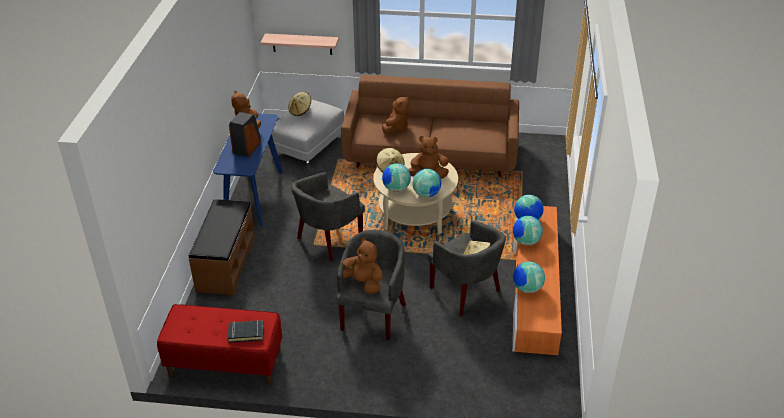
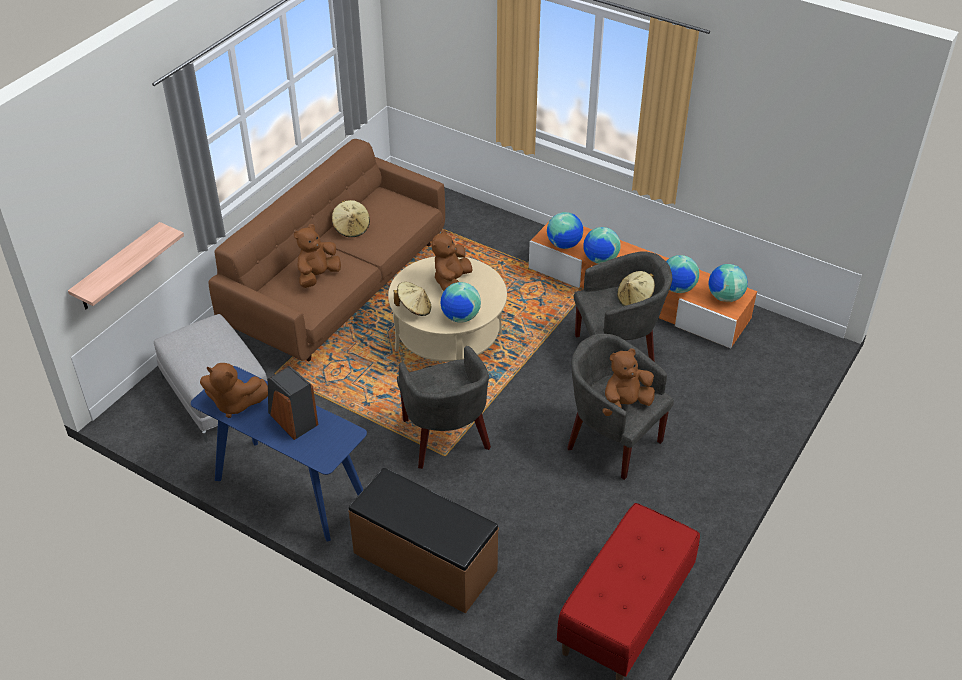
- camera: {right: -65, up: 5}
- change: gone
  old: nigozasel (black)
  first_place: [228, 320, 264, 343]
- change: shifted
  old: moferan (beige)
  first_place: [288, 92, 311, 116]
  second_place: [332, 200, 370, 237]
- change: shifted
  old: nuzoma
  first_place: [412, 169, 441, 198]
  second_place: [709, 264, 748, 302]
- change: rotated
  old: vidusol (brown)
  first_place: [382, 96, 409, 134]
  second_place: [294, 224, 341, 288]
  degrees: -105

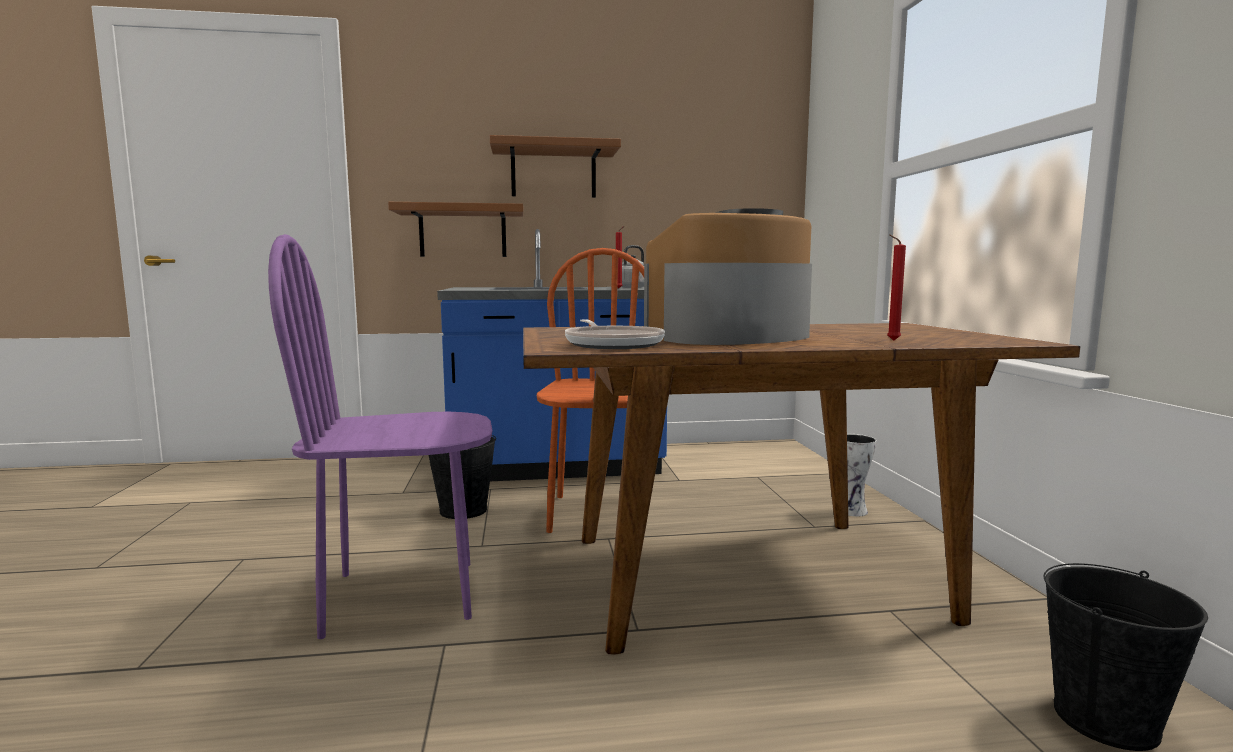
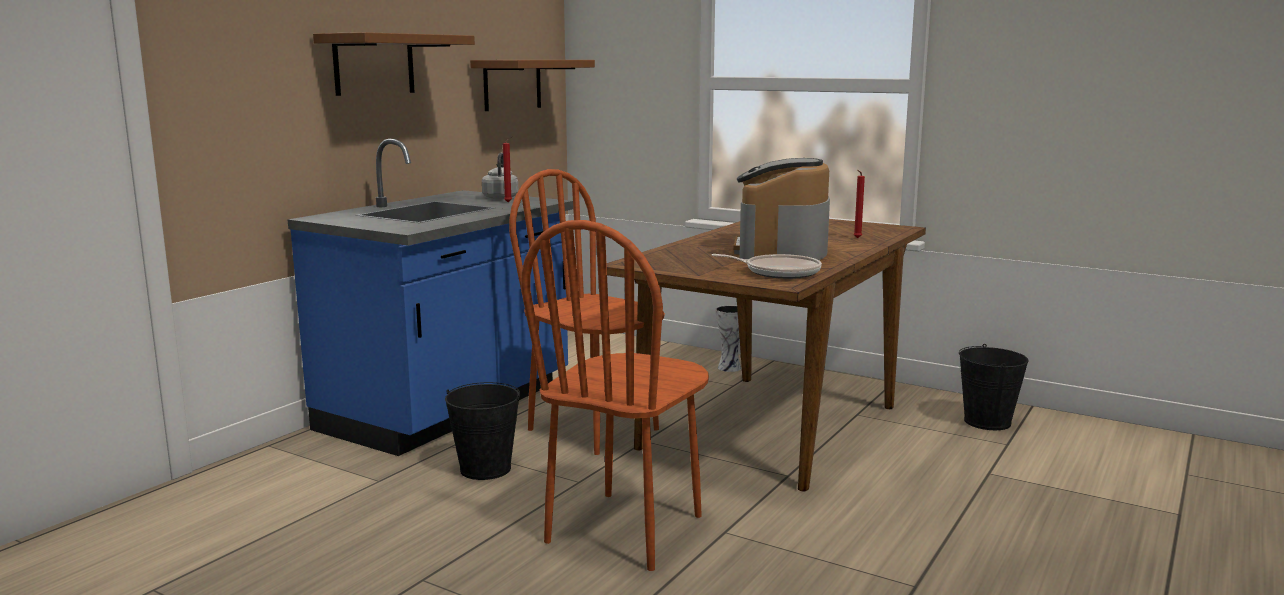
- camera: {right: -50, up: 5}
- change: shifted
  old: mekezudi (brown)
  first_place: [388, 202, 523, 257]
  second_place: [470, 60, 595, 111]
- change: repainted
  old: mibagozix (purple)
  new: mibagozix (brown)
  first_place: [268, 234, 492, 639]
  second_place: [521, 220, 709, 571]

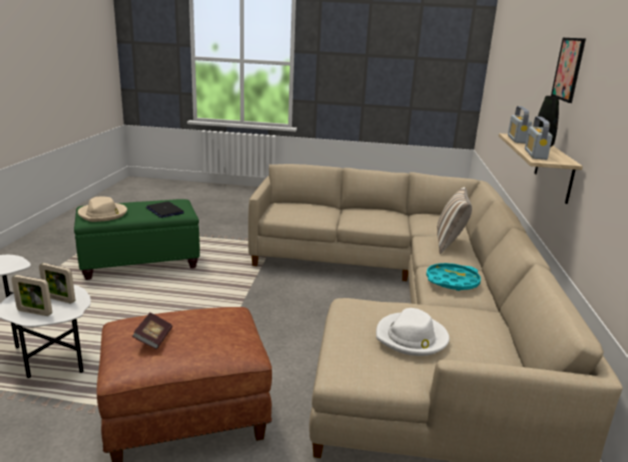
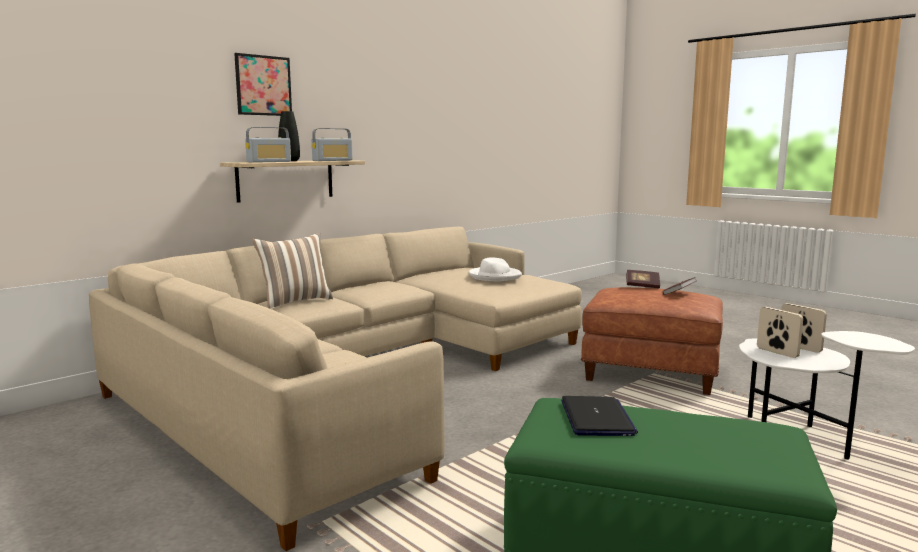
- camera: {right: -140, up: -10}
- change: gone
  old: moferan (beige)
  first_place: [78, 197, 127, 222]
- change: gone
  old: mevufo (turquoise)
  first_place: [426, 263, 481, 291]
- change: new
  new: nigozasel
  second_place: [626, 270, 660, 288]

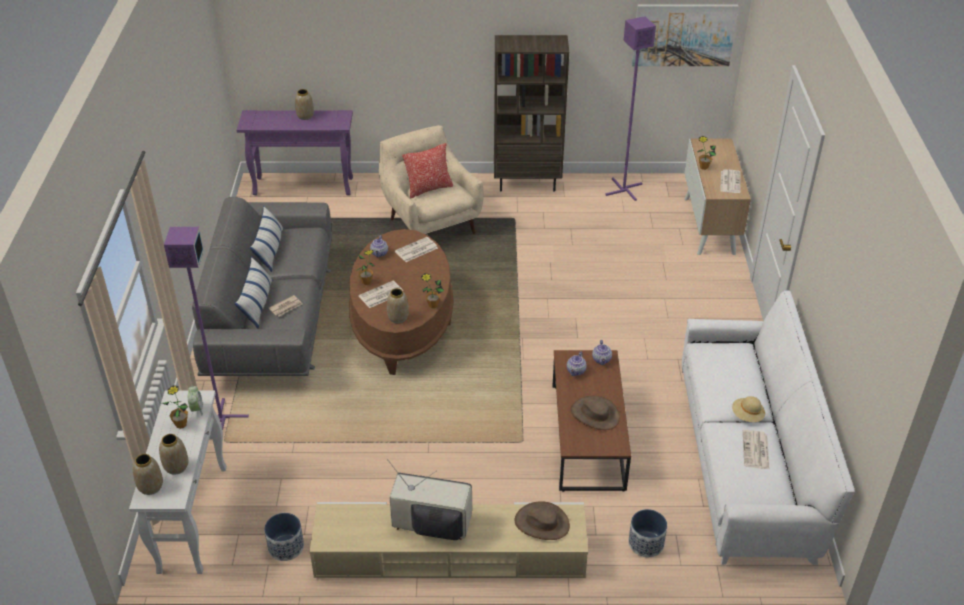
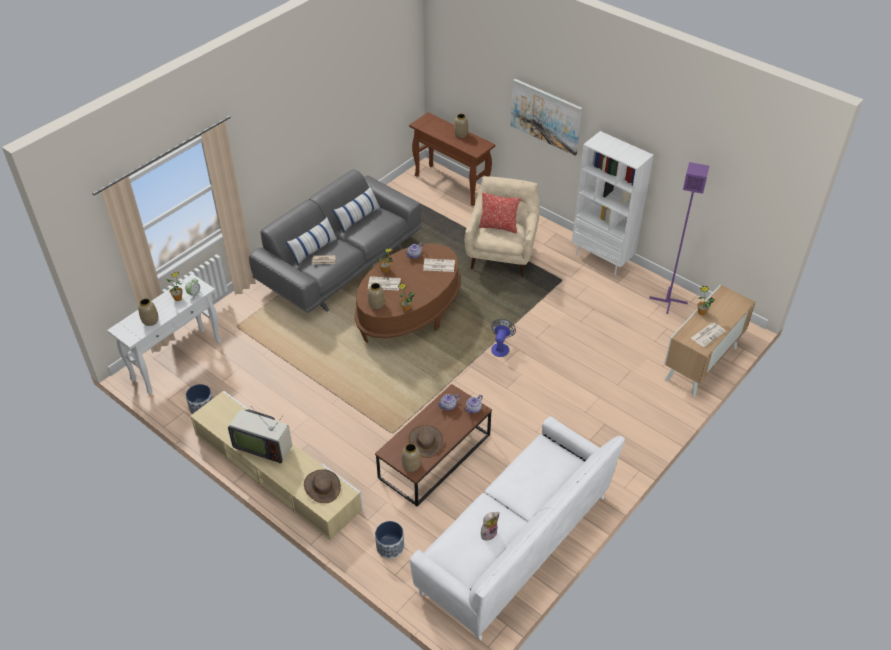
- camera: {right: 40, up: 5}
- change: gone
  old: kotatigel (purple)
  first_place: [164, 227, 249, 431]
- change: gone
  old: moferan (beige)
  first_place: [732, 396, 765, 422]
- change: new
  new: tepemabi
  second_place: [491, 319, 516, 357]
- change: shifted
  old: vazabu
  first_place: [133, 454, 163, 495]
  second_place: [402, 443, 421, 472]
- change: shifted
  old: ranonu
  first_place: [632, 4, 739, 66]
  second_place: [511, 79, 582, 156]
- change: swapped
  old: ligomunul
  new: vidusol
  first_place: [743, 430, 769, 469]
  second_place: [481, 512, 500, 542]
- change: repainted
  old: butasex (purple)
  new: butasex (brown)
  first_place: [237, 110, 353, 195]
  second_place: [409, 112, 495, 206]
- change: repainted
  old: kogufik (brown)
  new: kogufik (white)
  first_place: [494, 35, 569, 191]
  second_place: [572, 131, 654, 275]
- change: rotated
  old: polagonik
  first_place: [387, 459, 472, 540]
  second_place: [228, 409, 292, 463]
  degrees: 150

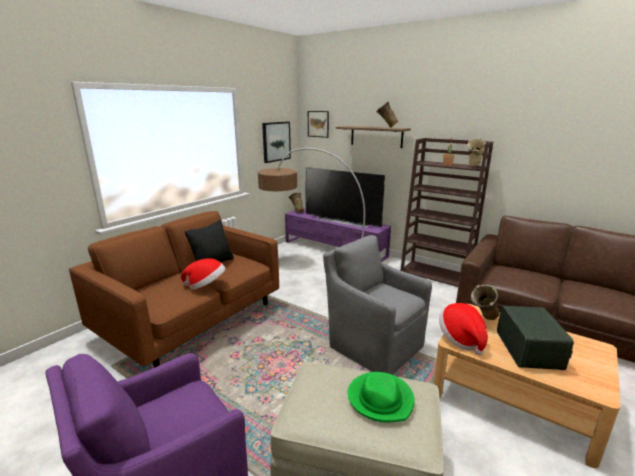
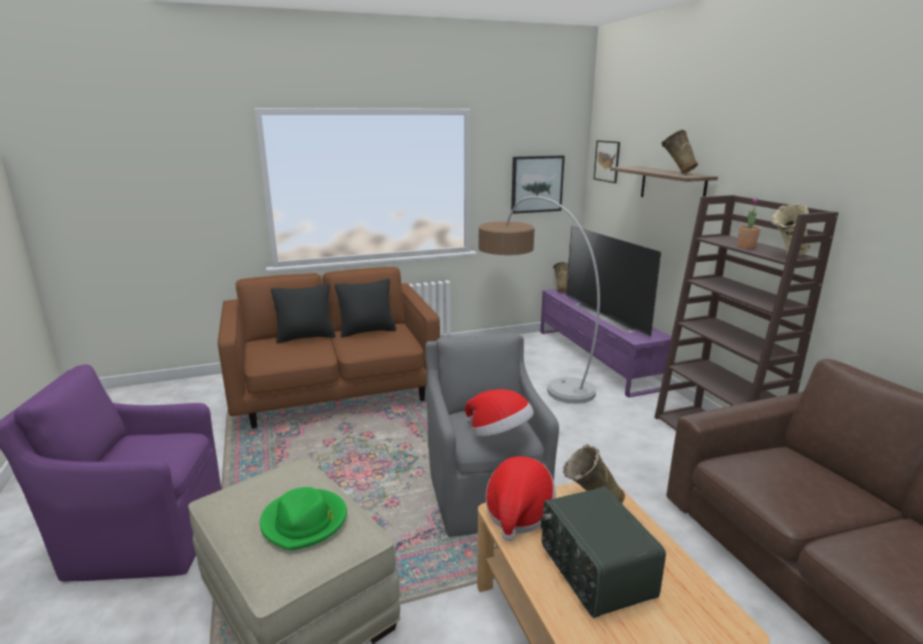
- camera: {right: 35, up: 0}
- change: new
  new: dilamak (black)
  second_place: [271, 283, 336, 343]
- change: shifted
  old: moferan
  first_place: [181, 258, 225, 290]
  second_place: [465, 389, 534, 437]
- change: rotated
  old: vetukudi
  first_place: [497, 305, 574, 370]
  second_place: [541, 487, 666, 618]
  degrees: 120

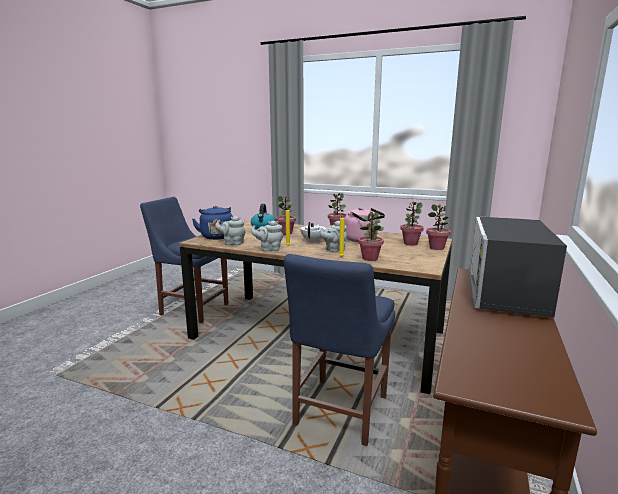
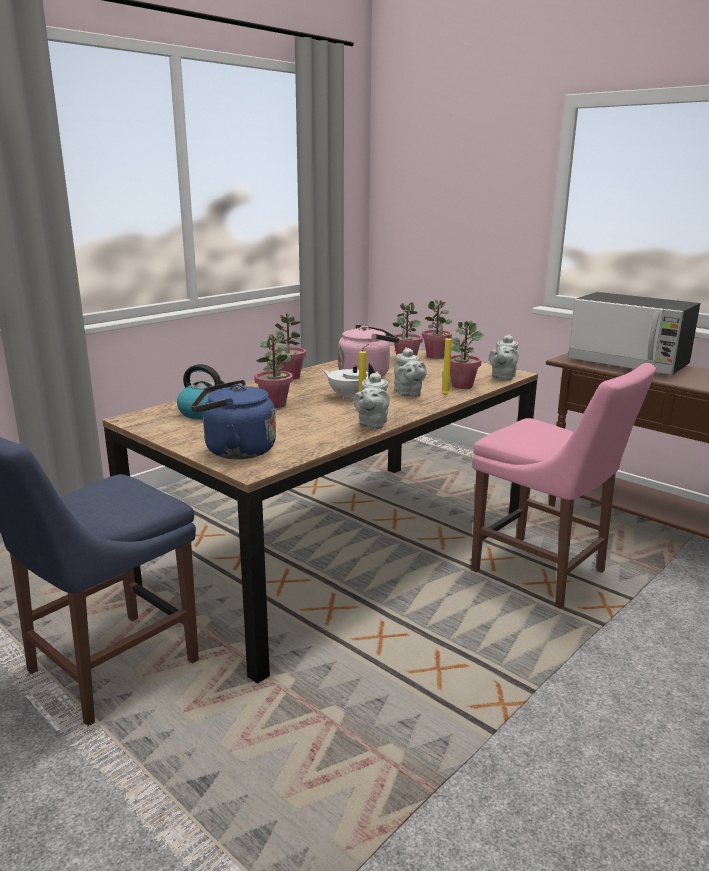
- camera: {right: -70, up: 5}
- change: shifted
  old: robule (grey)
  first_place: [215, 216, 246, 245]
  second_place: [489, 334, 519, 380]
- change: repainted
  old: mibagozix (blue)
  new: mibagozix (pink)
  first_place: [284, 254, 395, 446]
  second_place: [471, 363, 656, 609]

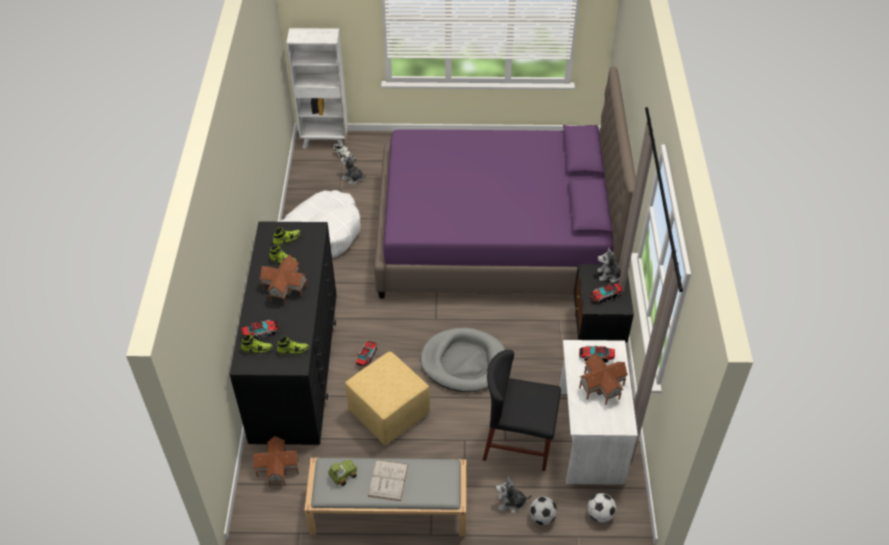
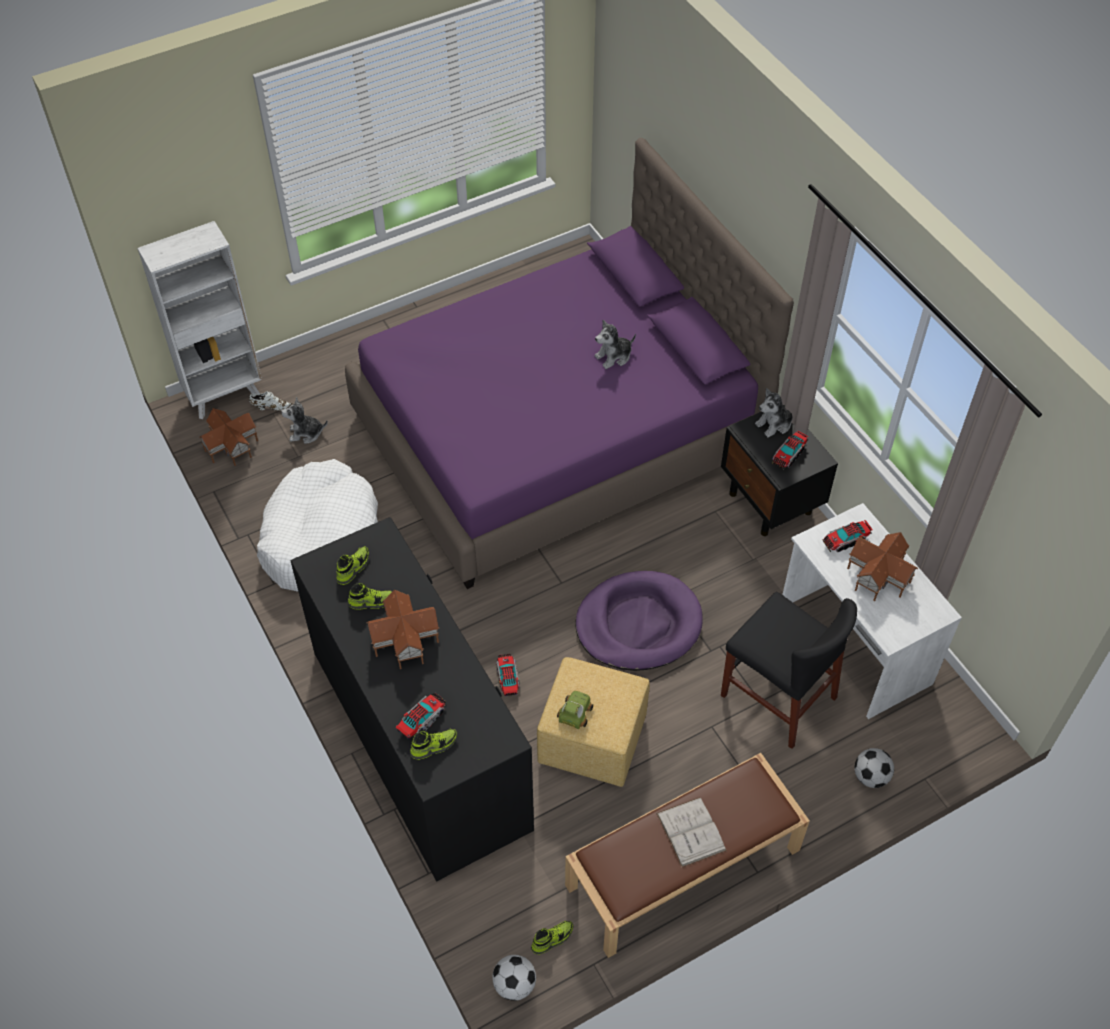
- camera: {right: -30, up: 5}
- change: shifted
  old: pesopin
  first_place: [253, 436, 299, 487]
  second_place: [199, 408, 258, 466]
- change: shifted
  old: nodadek
  first_place: [277, 336, 309, 355]
  second_place: [531, 921, 574, 954]
- change: shifted
  old: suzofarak
  first_place: [328, 460, 357, 486]
  second_place: [557, 691, 593, 729]
- change: shifted
  old: vidusol
  first_place: [496, 475, 532, 513]
  second_place: [594, 320, 636, 369]
- change: shifted
  old: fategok
  first_place: [587, 493, 616, 522]
  second_place: [492, 955, 536, 1001]
- change: repainted
  old: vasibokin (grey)
  new: vasibokin (brown)
  first_place: [304, 458, 466, 536]
  second_place: [565, 753, 810, 958]
- change: repainted
  old: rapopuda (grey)
  new: rapopuda (purple)
  first_place: [420, 328, 505, 392]
  second_place: [575, 571, 703, 671]
- change: rotated
  old: mibagozix (black)
  first_place: [483, 350, 561, 471]
  second_place: [721, 592, 857, 749]
  degrees: -120

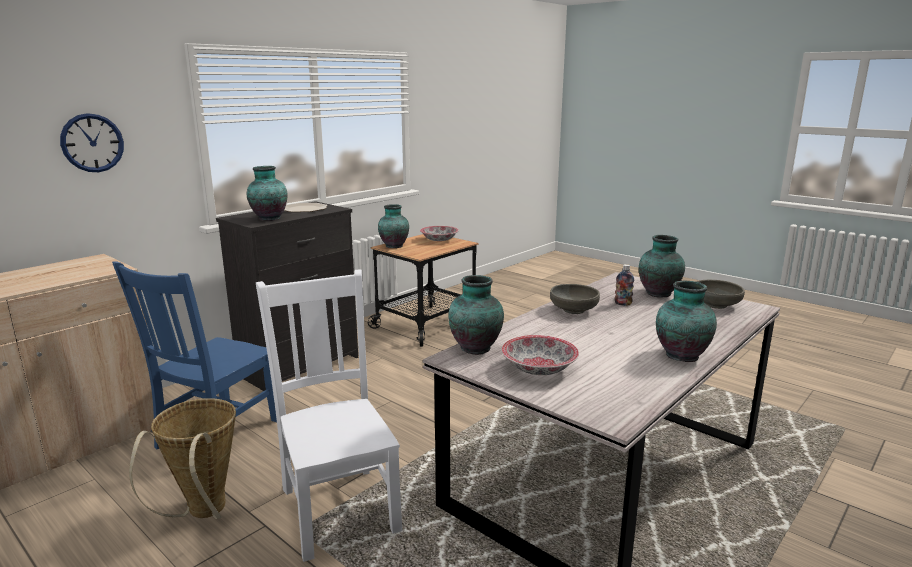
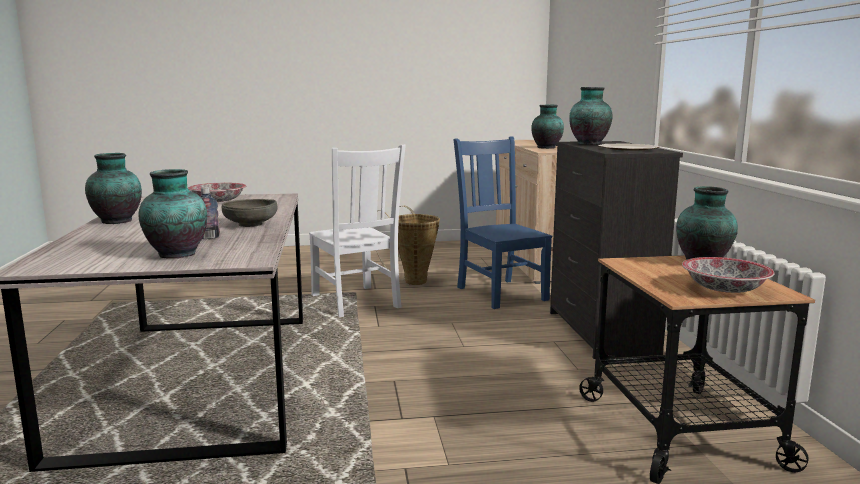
- camera: {right: 130, up: -5}
- change: gone
  old: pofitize
  first_place: [60, 113, 124, 172]
- change: gone
  old: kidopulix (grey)
  first_place: [696, 280, 745, 309]
- change: shifted
  old: vazabu
  first_place: [448, 275, 504, 355]
  second_place: [531, 105, 564, 149]
- change: rotated
  old: mibagozix (white)
  first_place: [256, 270, 403, 562]
  second_place: [309, 145, 406, 317]
  degrees: 45

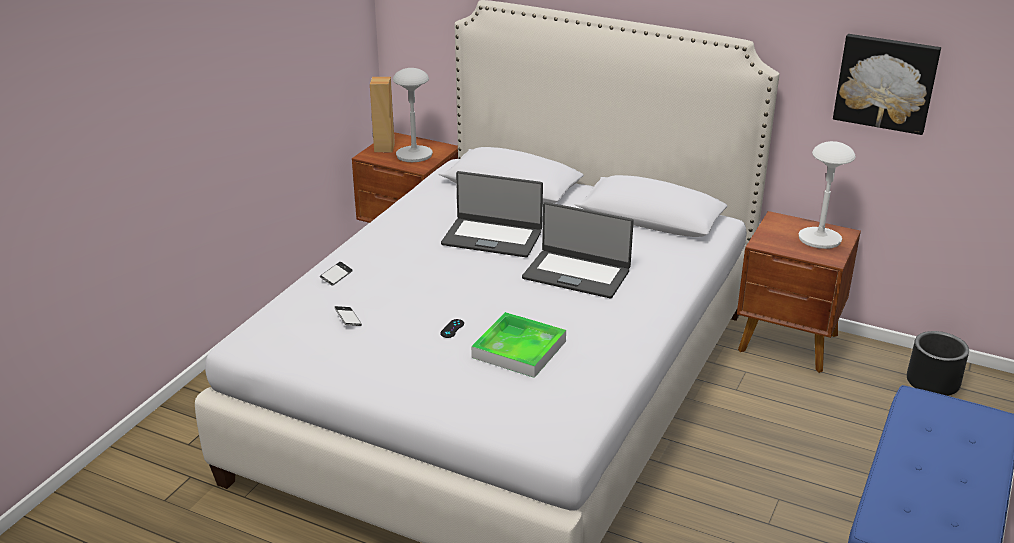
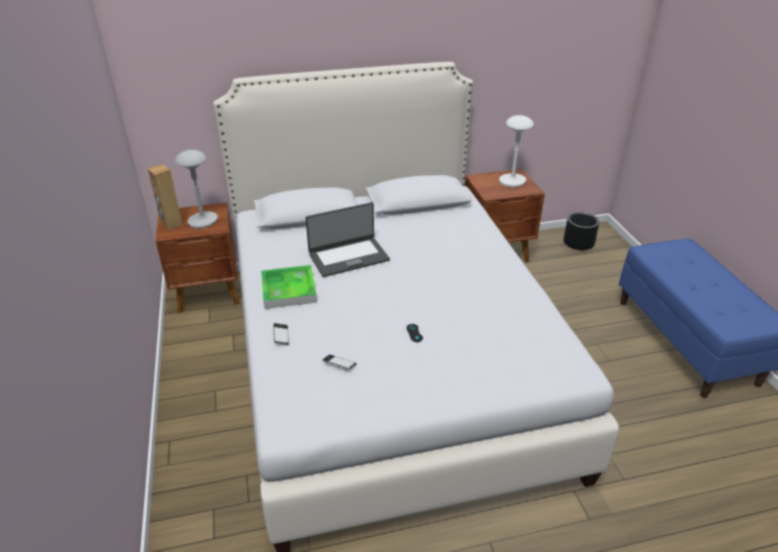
- camera: {right: -40, up: 5}
- change: gone
  old: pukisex
  first_place: [522, 202, 634, 298]
- change: gone
  old: ranonu
  first_place: [833, 34, 941, 135]
- change: shifted
  old: mevufo
  first_place: [471, 312, 566, 378]
  second_place: [261, 265, 317, 309]

